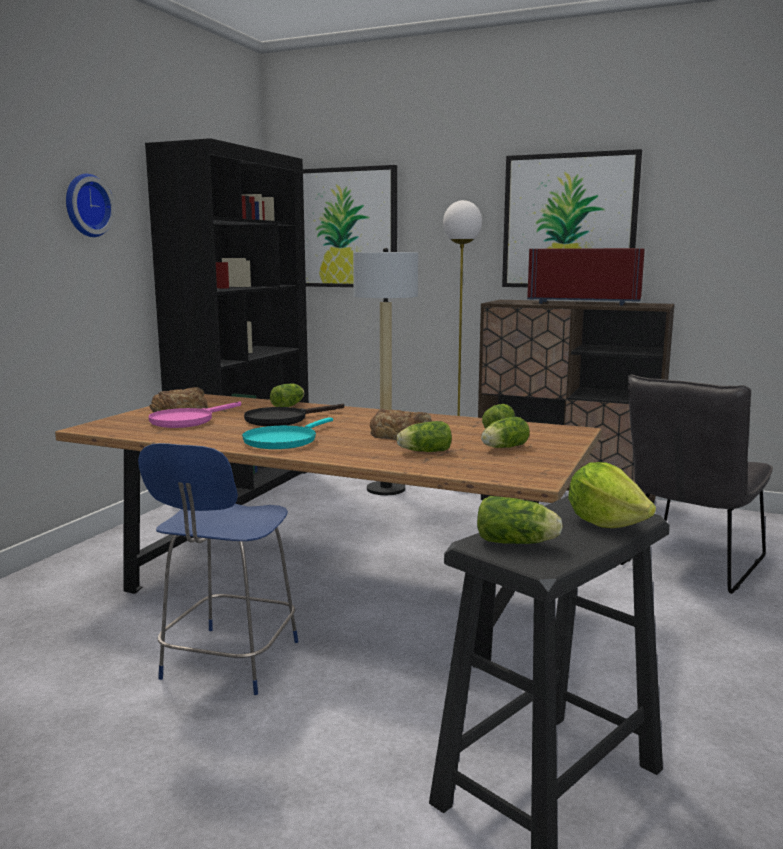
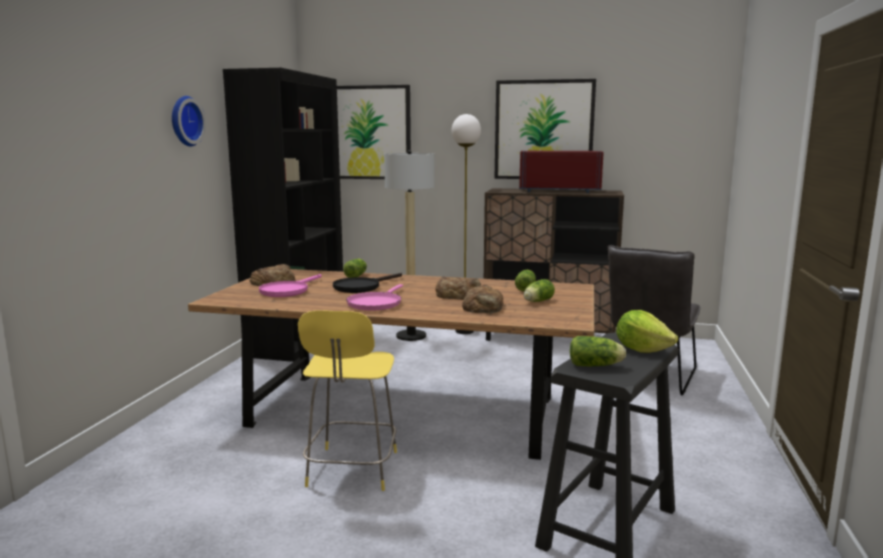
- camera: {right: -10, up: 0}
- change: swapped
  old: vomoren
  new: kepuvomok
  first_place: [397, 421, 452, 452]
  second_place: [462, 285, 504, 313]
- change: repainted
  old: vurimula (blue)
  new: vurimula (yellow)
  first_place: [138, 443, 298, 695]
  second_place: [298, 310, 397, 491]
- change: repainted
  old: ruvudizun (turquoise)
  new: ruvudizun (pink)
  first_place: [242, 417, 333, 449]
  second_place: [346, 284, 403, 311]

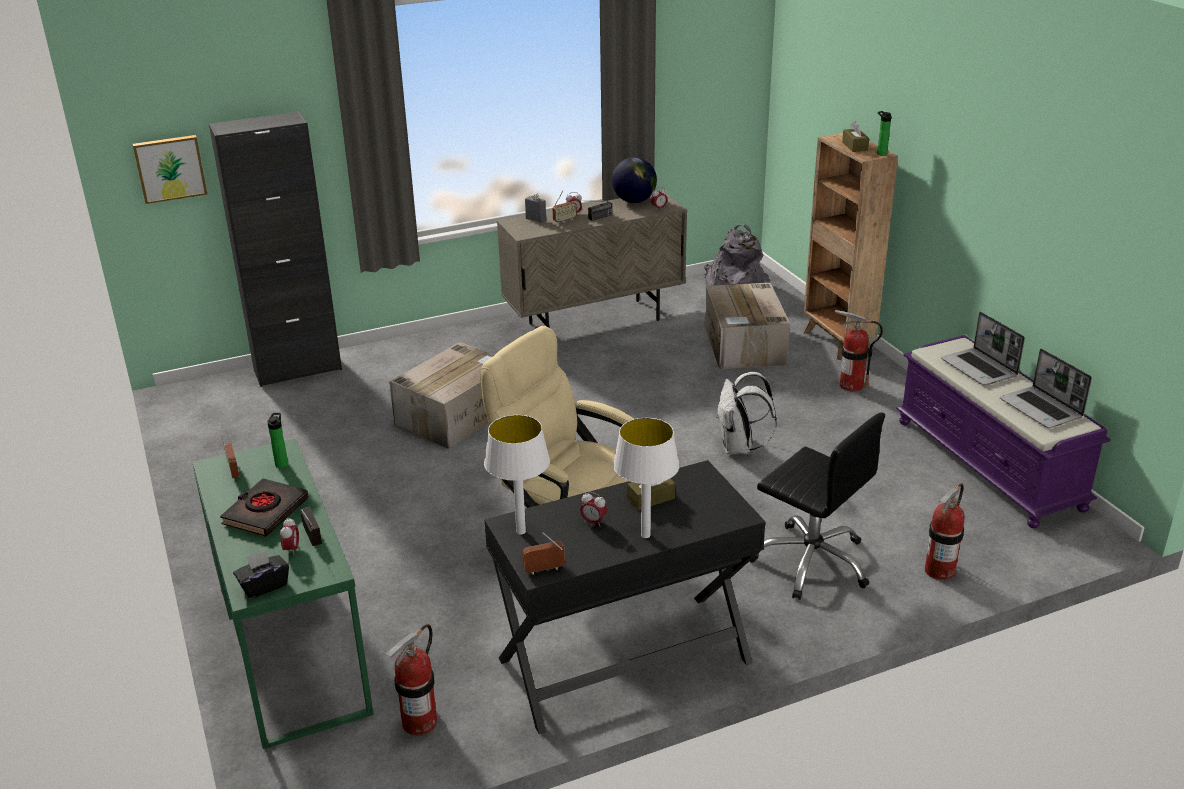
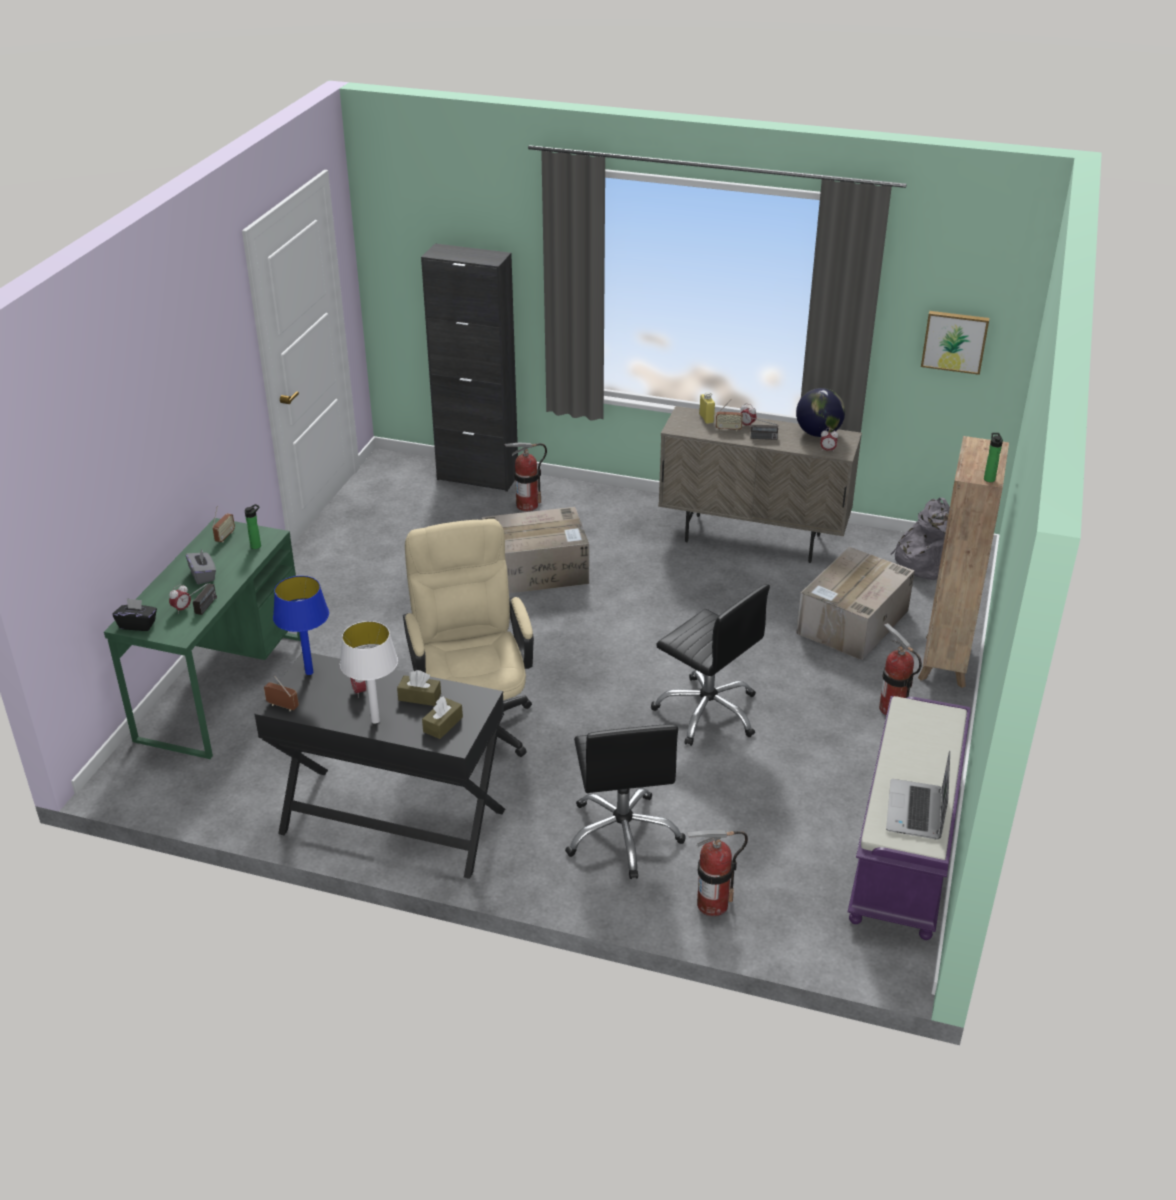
- camera: {right: 40, up: 5}
- change: gone
  old: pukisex
  first_place: [941, 312, 1025, 386]
- change: shifted
  old: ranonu
  first_place: [133, 135, 207, 204]
  second_place: [921, 311, 990, 375]
- change: shifted
  old: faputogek
  first_place: [385, 624, 437, 736]
  second_place: [504, 443, 547, 511]
- change: shifted
  old: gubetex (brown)
  first_place: [842, 121, 869, 152]
  second_place: [422, 697, 463, 739]
- change: swapped
  old: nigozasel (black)
  new: gubetex (grey)
  first_place: [220, 478, 309, 537]
  second_place: [186, 548, 216, 584]
- change: swapped
  old: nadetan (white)
  new: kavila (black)
  first_place: [717, 372, 777, 454]
  second_place: [651, 584, 770, 746]
- change: repainted
  old: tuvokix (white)
  new: tuvokix (blue)
  first_place: [484, 415, 550, 535]
  second_place: [273, 576, 329, 675]
- change: repainted
  old: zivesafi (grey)
  new: zivesafi (yellow)
  first_place: [525, 193, 546, 223]
  second_place: [699, 392, 715, 424]

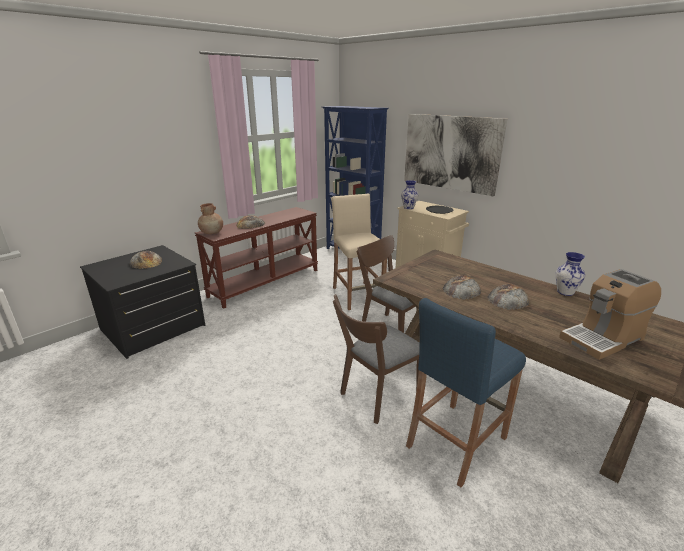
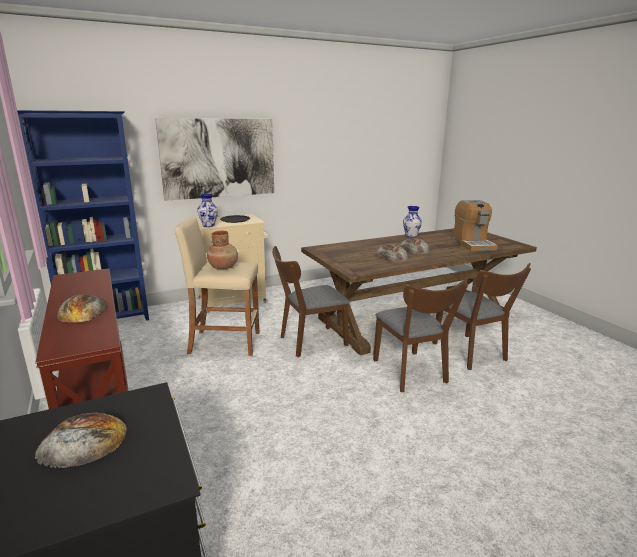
- camera: {right: -70, up: -5}
- change: shifted
  old: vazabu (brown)
  first_place: [198, 203, 223, 234]
  second_place: [207, 231, 238, 269]
- change: swapped
  old: vurimula (blue)
  new: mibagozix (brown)
  first_place: [406, 298, 526, 487]
  second_place: [432, 263, 531, 370]

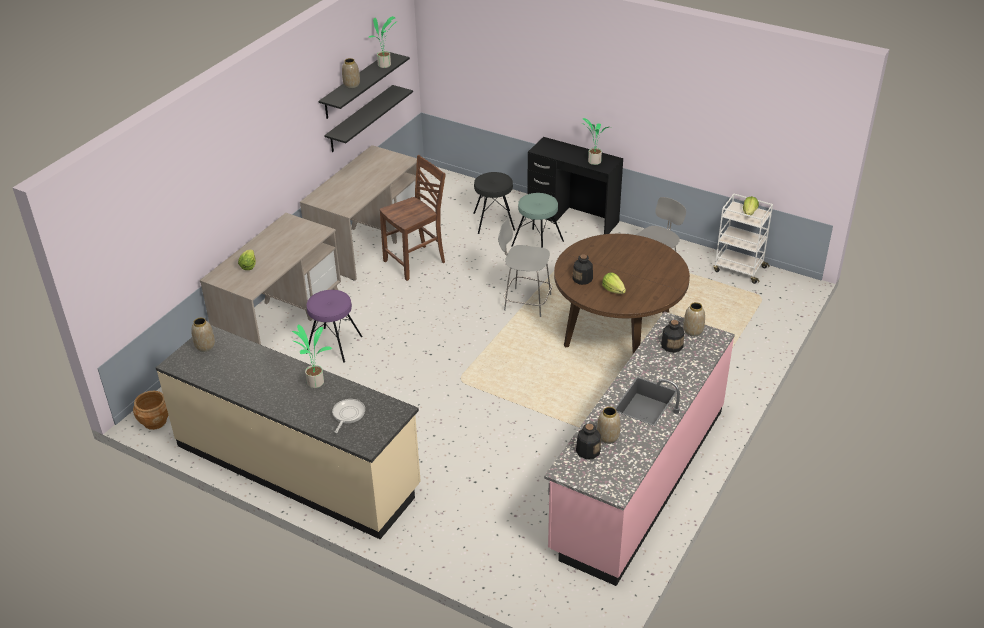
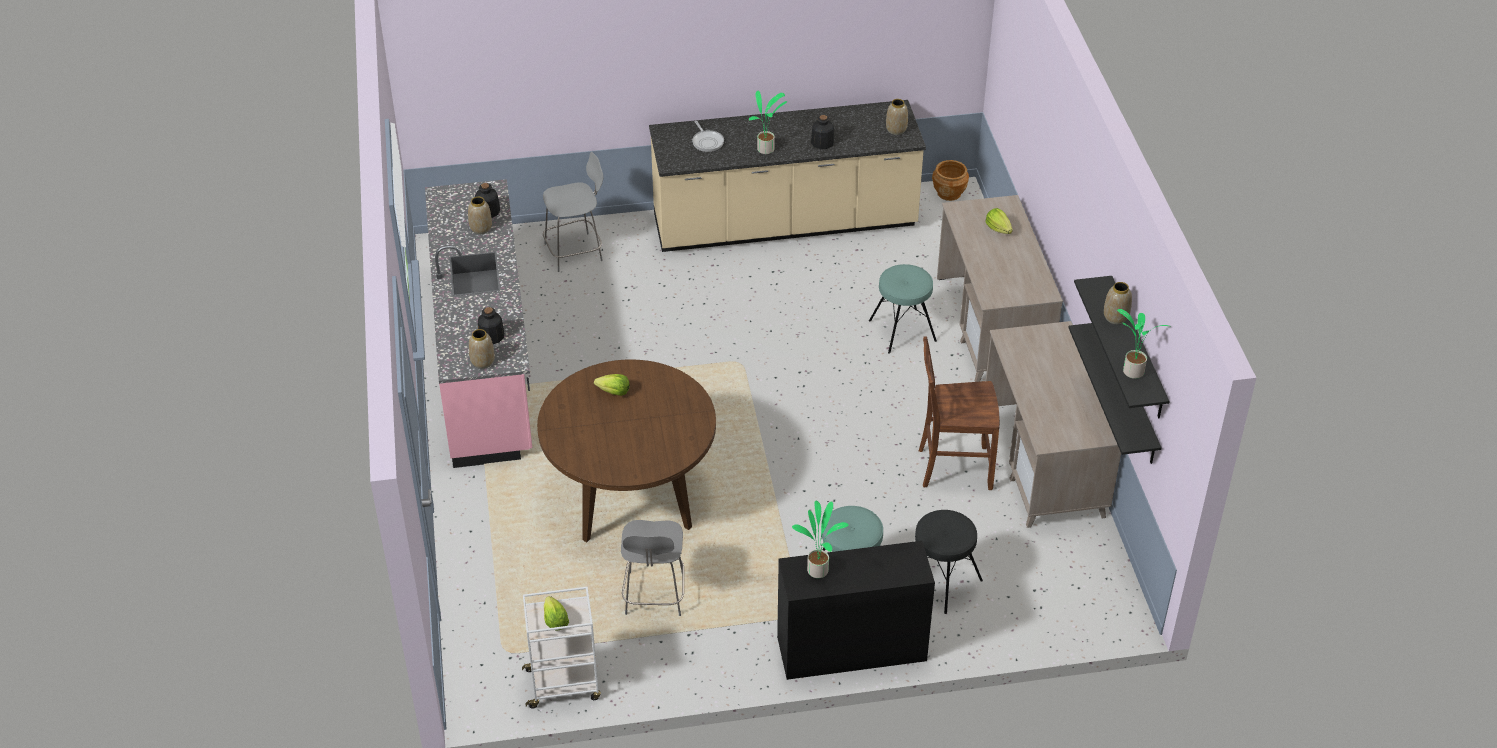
- camera: {right: 140, up: 5}
- change: shifted
  old: mibagozix (grey)
  first_place: [498, 219, 552, 317]
  second_place: [543, 151, 603, 272]
- change: shifted
  old: zivesafi
  first_place: [572, 255, 593, 285]
  second_place: [811, 115, 834, 149]
- change: repainted
  old: vurimula (purple)
  new: vurimula (turquoise)
  first_place: [306, 290, 363, 363]
  second_place: [869, 264, 937, 353]
- change: rotated
  old: mibagozix (brown)
  first_place: [380, 155, 446, 281]
  second_place: [919, 336, 1000, 490]
  degrees: 75

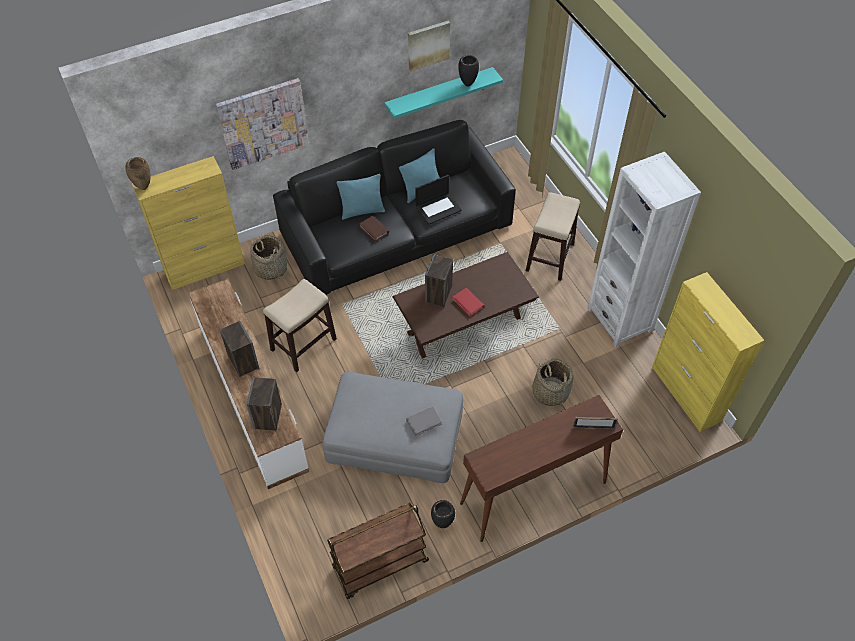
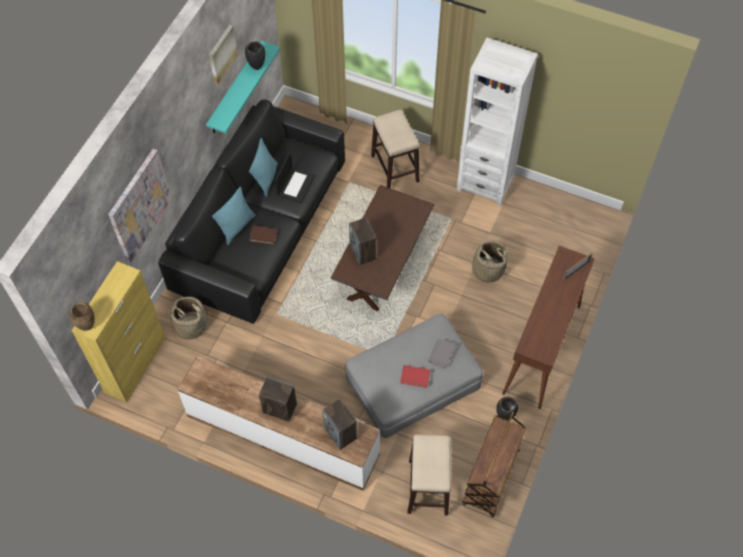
- camera: {right: -40, up: 5}
- change: gone
  old: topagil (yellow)
  first_place: [652, 272, 764, 432]
- change: shifted
  old: vurimula
  first_place: [263, 279, 337, 372]
  second_place: [408, 434, 451, 516]
- change: shifted
  old: nigozasel (red)
  first_place: [452, 288, 485, 316]
  second_place: [400, 365, 430, 388]

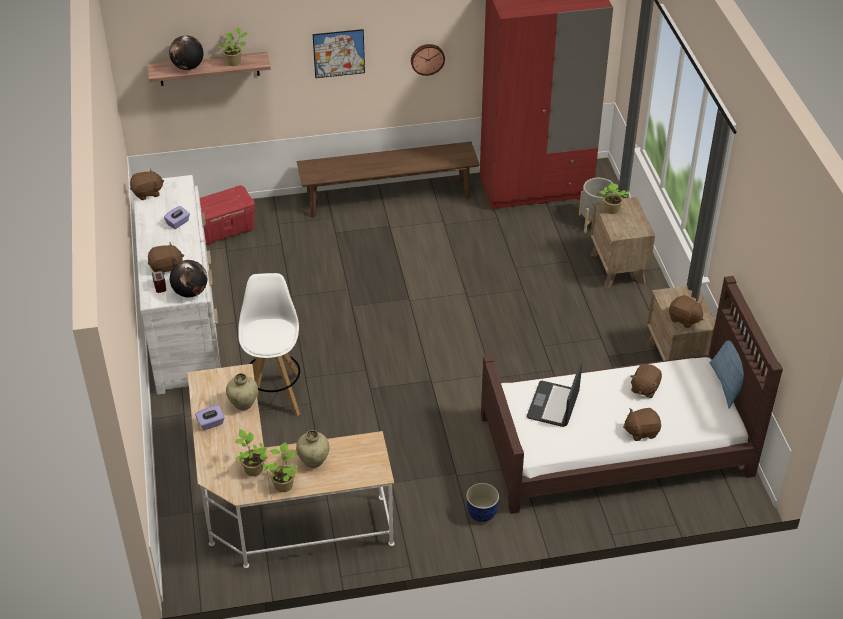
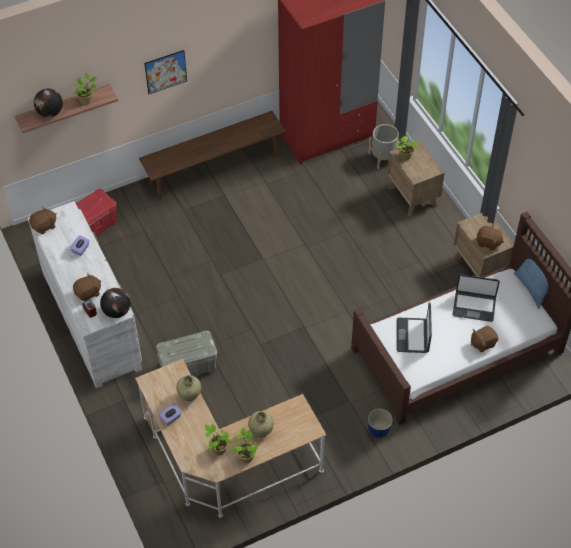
- camera: {right: -15, up: 10}
- change: gone
  old: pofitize
  first_place: [411, 44, 445, 76]
- change: swapped
  old: vurimula (white)
  new: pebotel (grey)
  first_place: [238, 273, 301, 416]
  second_place: [156, 331, 217, 376]
- change: swapped
  old: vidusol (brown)
  new: pukisex
  first_place: [630, 364, 662, 398]
  second_place: [453, 274, 500, 322]

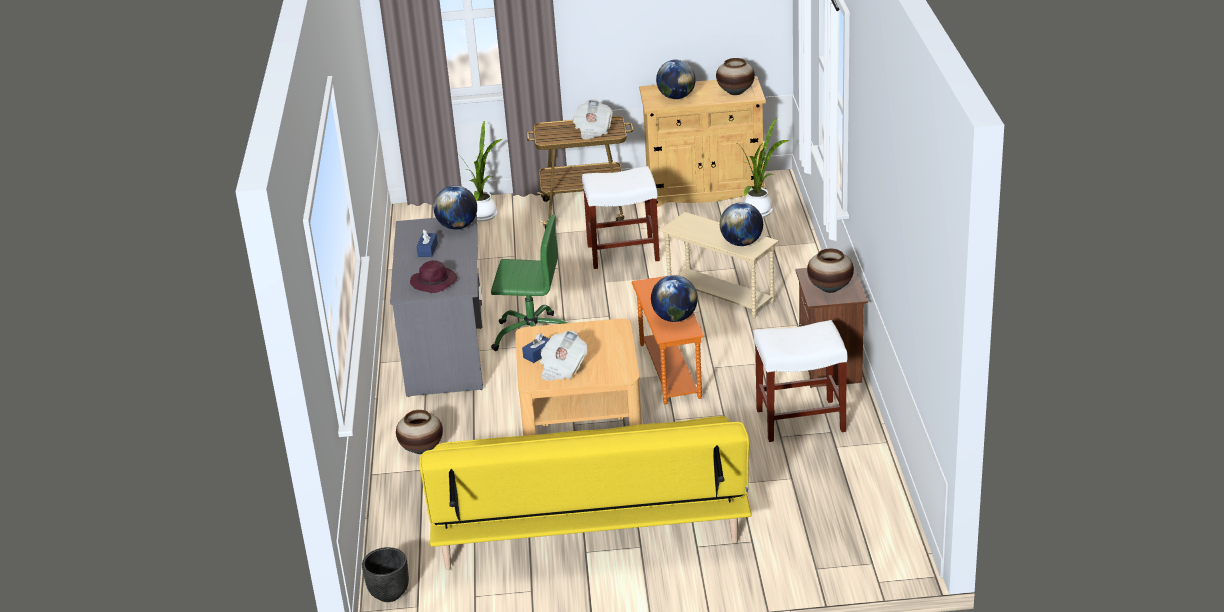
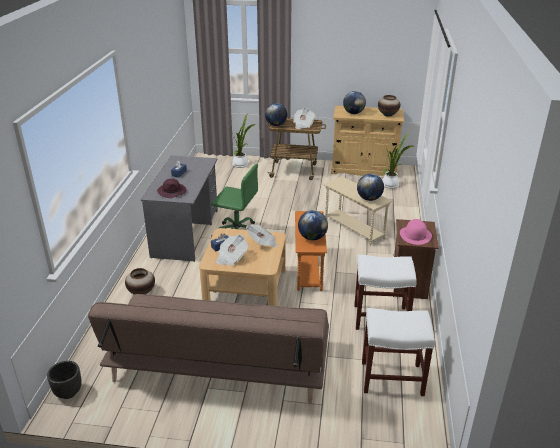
- camera: {right: 10, up: 0}
- change: new
  new: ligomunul
  second_place: [246, 224, 277, 248]
- change: shifted
  old: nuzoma
  first_place: [433, 186, 477, 230]
  second_place: [265, 103, 287, 126]
- change: shifted
  old: vurimula (white)
  first_place: [582, 166, 660, 269]
  second_place: [362, 308, 435, 396]
- change: swapped
  old: vazabu
  new: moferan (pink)
  first_place: [807, 249, 854, 293]
  second_place: [400, 219, 432, 245]
- change: repainted
  old: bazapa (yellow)
  new: bazapa (brown)
  first_place: [420, 416, 752, 570]
  second_place: [88, 294, 329, 403]

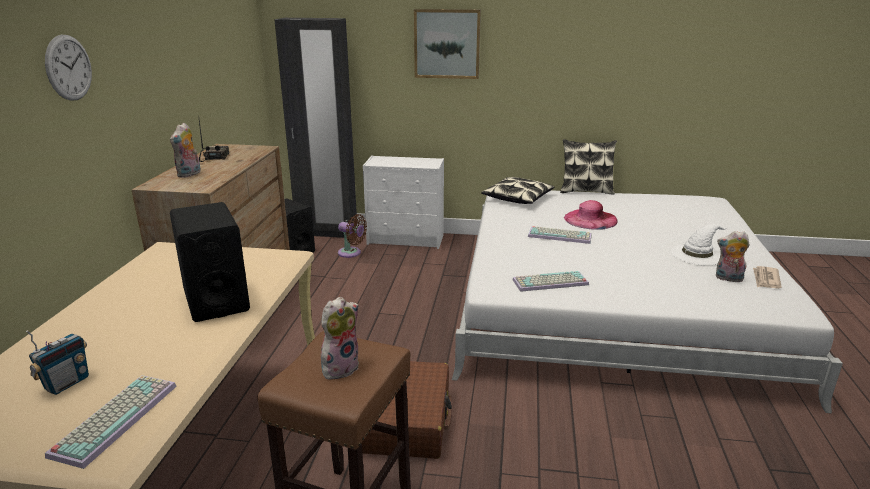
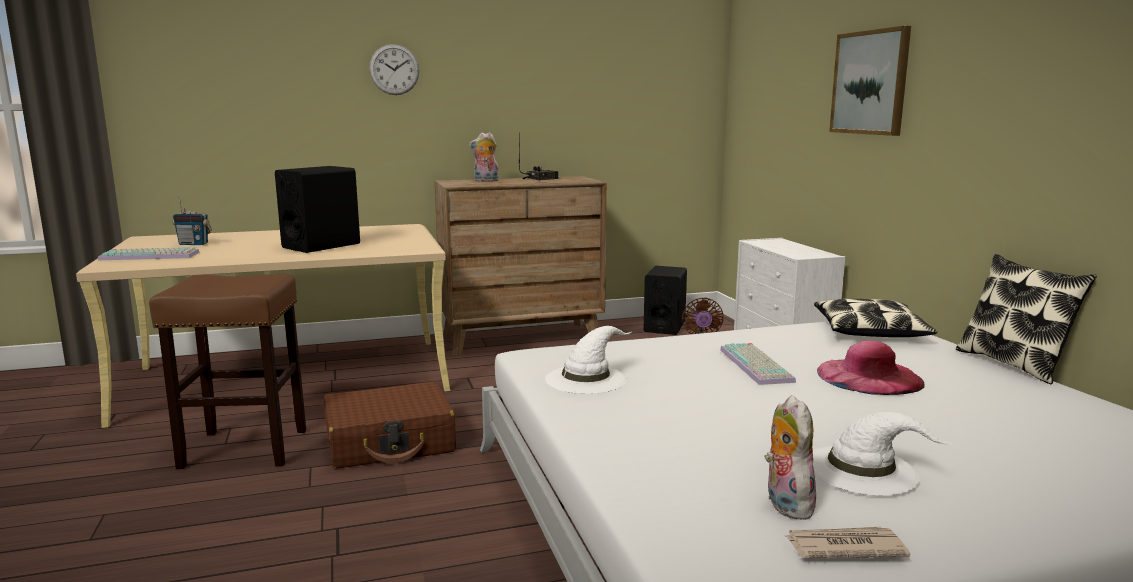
- camera: {right: 65, up: -10}
- change: gone
  old: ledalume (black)
  first_place: [275, 18, 357, 238]
- change: gone
  old: vidusol
  first_place: [321, 297, 359, 380]
- change: swapped
  old: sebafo
  new: moferan (white)
  first_place: [513, 271, 589, 292]
  second_place: [545, 326, 631, 394]

